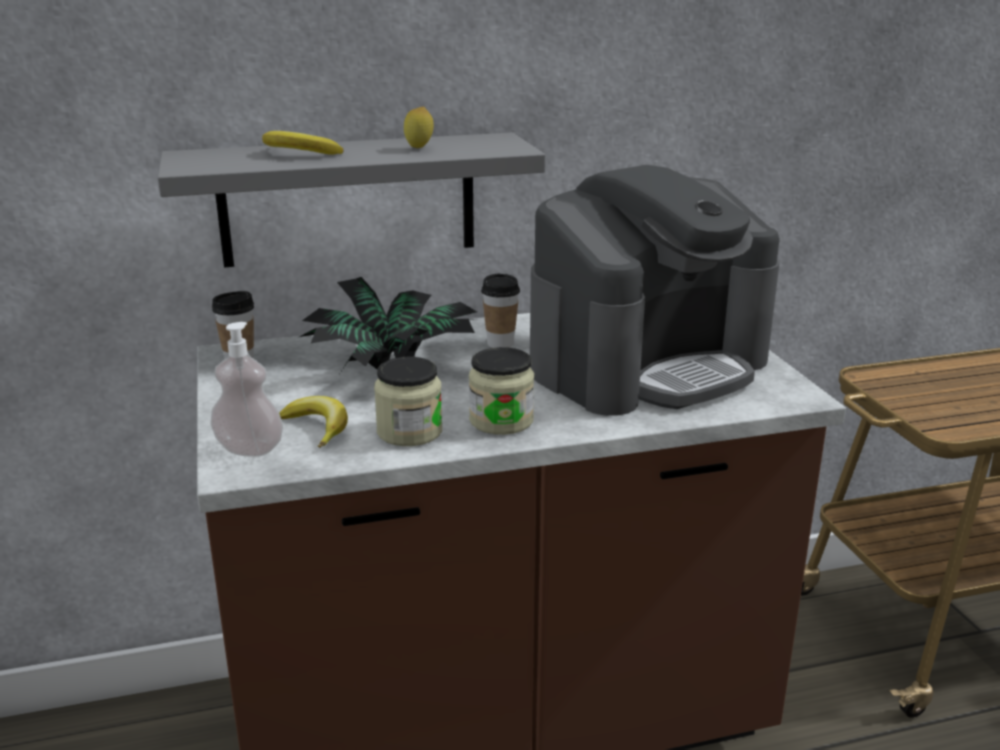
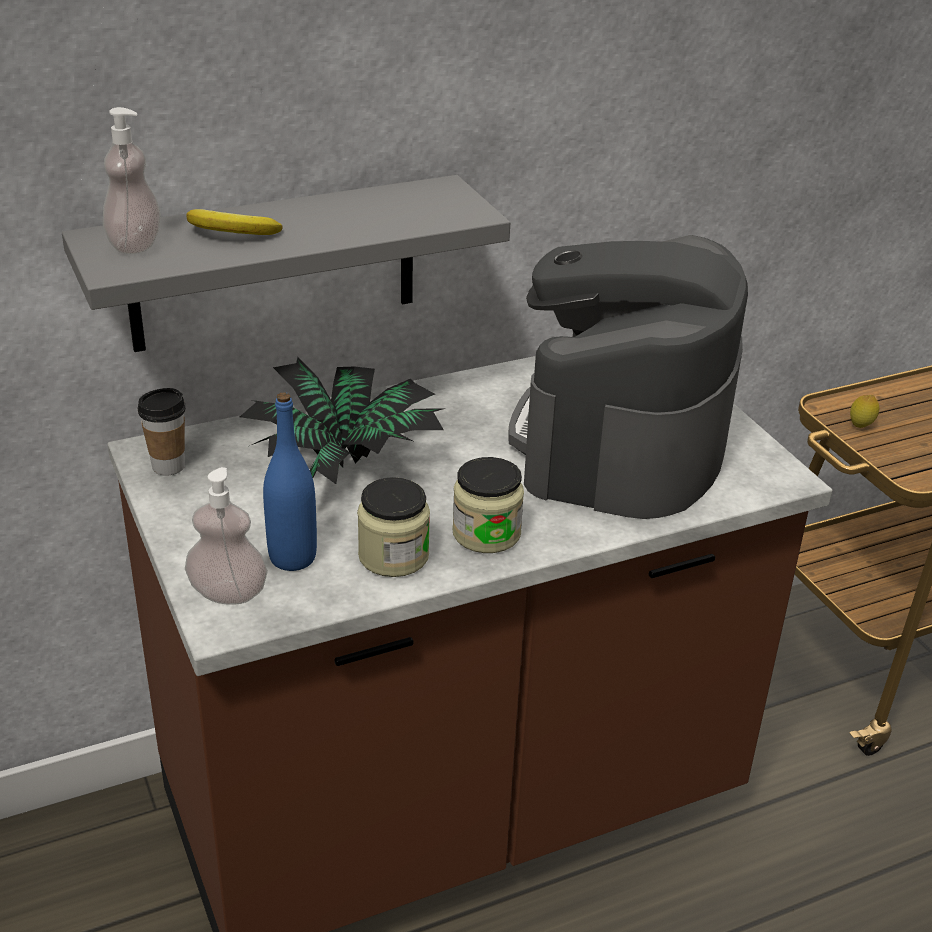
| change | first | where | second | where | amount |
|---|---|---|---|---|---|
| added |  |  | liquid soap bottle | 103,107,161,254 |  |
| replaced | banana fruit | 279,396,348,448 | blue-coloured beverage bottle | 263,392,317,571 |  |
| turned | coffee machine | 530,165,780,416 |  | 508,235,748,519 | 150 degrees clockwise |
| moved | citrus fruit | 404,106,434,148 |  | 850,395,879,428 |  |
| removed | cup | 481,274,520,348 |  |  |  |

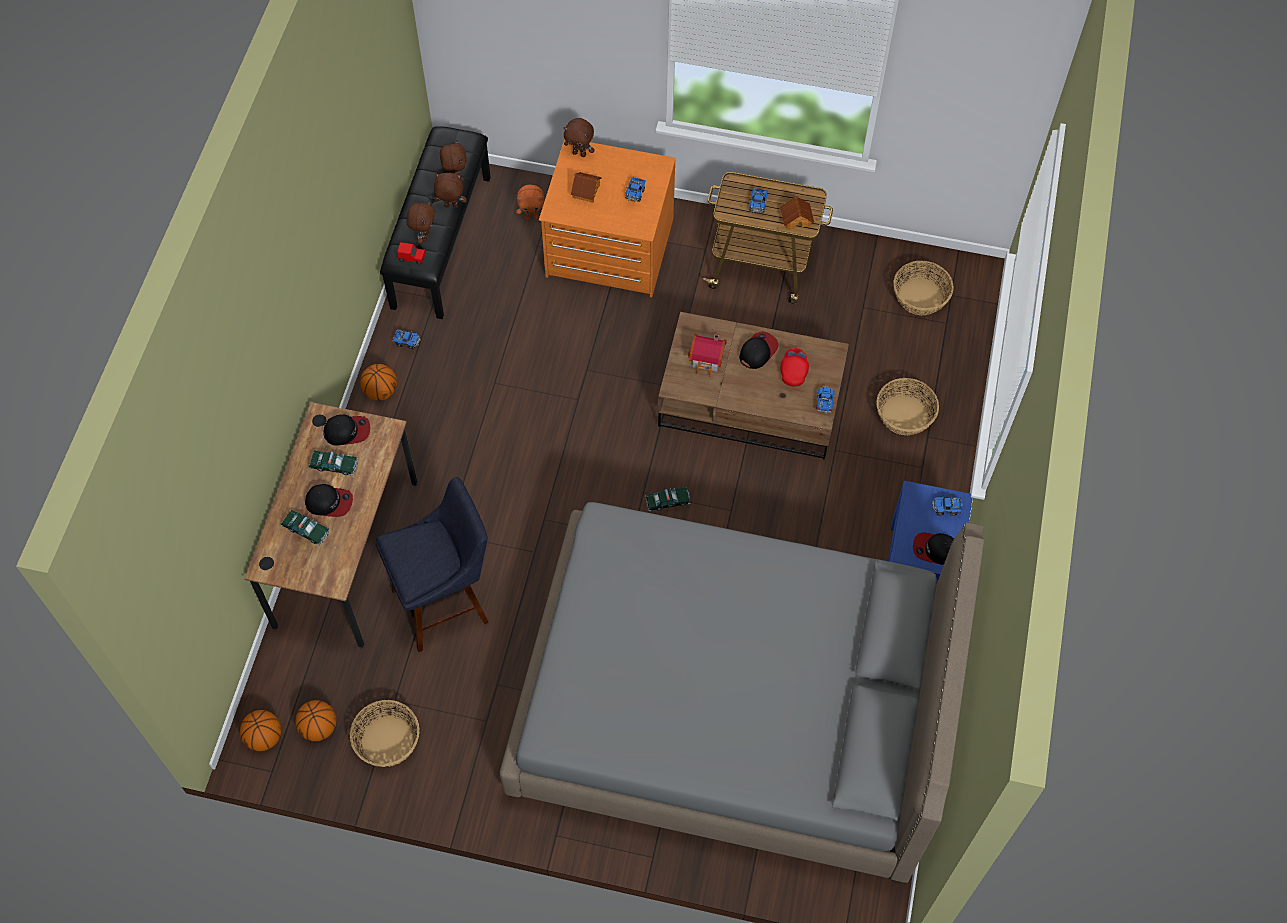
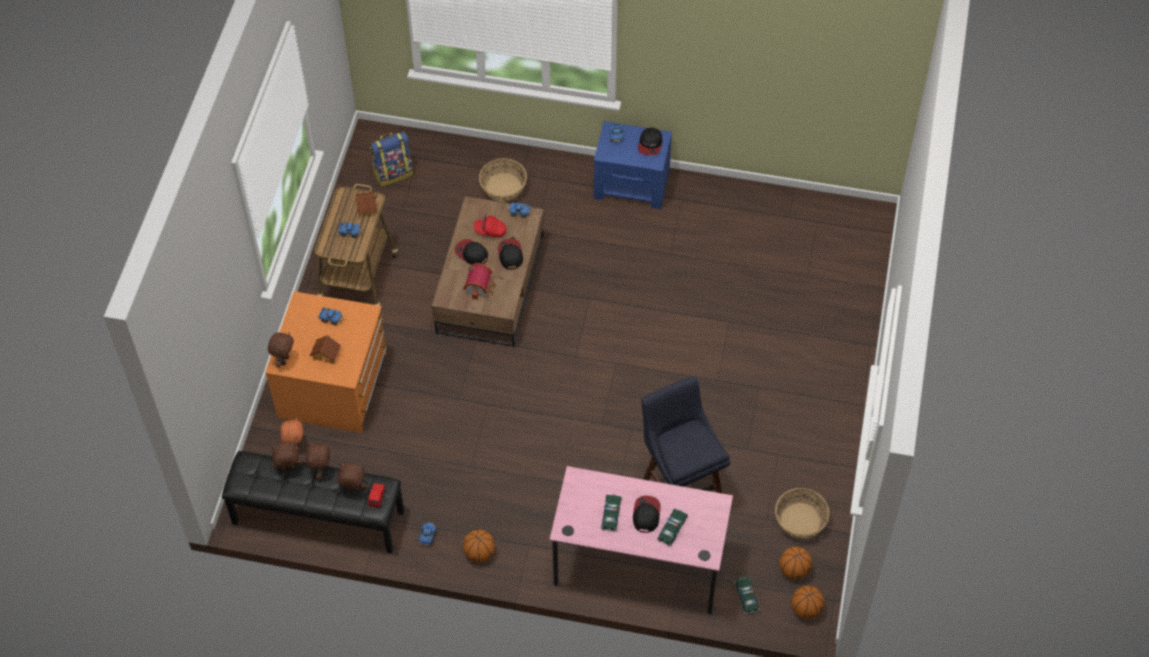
| change | first | where | second | where | amount |
|---|---|---|---|---|---|
| replaced | storage basket | 894,261,954,315 | knapsack | 370,131,413,186 |  |
| moved | cap | 323,414,370,446 |  | 498,239,523,270 |  |
| recoloured | brownish desk unit | 245,402,418,648 | pinkish desk unit | 549,466,733,615 |  |
| moved | model car | 645,487,690,512 |  | 734,577,760,615 |  |
| removed | grey bed | 500,502,984,883 |  |  |  |

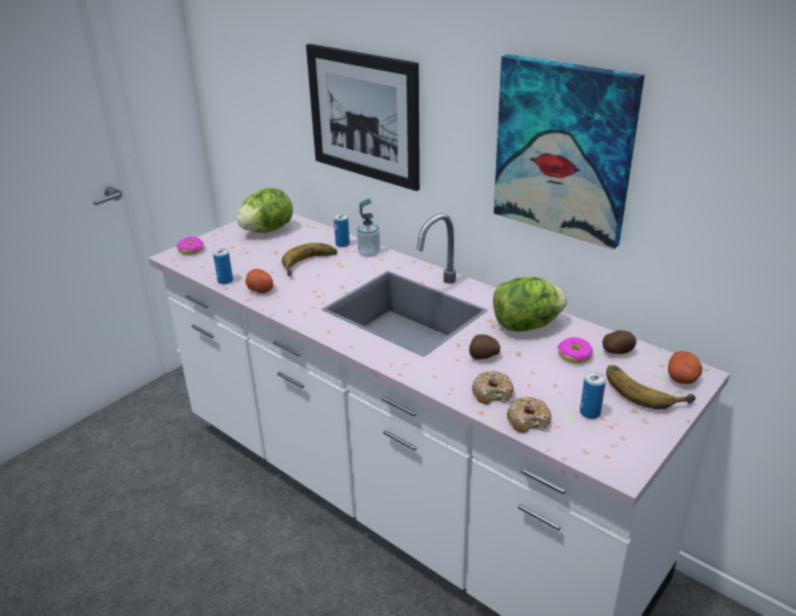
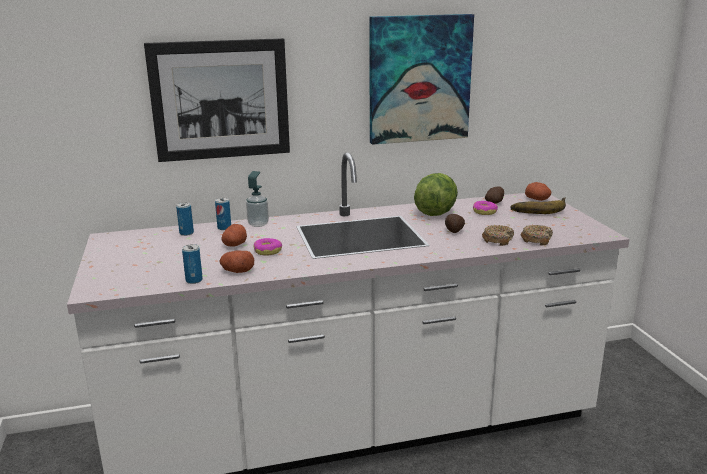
| change | first | where | second | where | amount |
|---|---|---|---|---|---|
| moved | metal can | 580,372,606,419 |  | 176,202,194,236 |  |
| replaced | banana fruit | 282,243,337,276 | spud | 221,224,247,247 |  |
| moved | ring doughnut | 177,237,204,255 |  | 253,238,282,256 |  |
| removed | lettuce head | 237,188,293,233 |  |  |  |

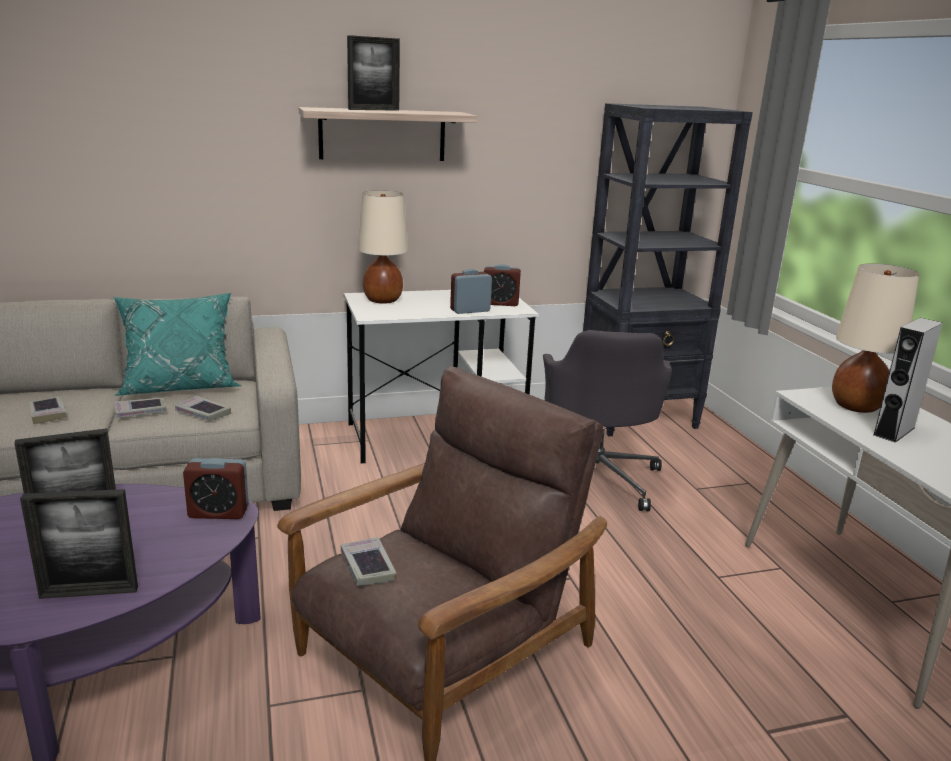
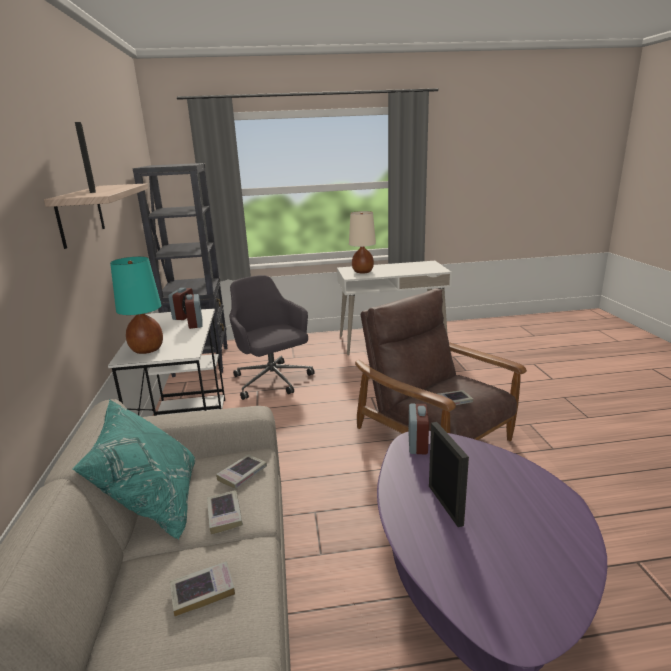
| change | first | where | second | where | amount |
|---|---|---|---|---|---|
| recoloured | beige lamp for a table | 358,190,408,304 | blue-green lamp for a table | 110,257,163,354 |  |
| turned | grey computer chair | 543,330,672,511 |  | 229,275,315,400 | 135 degrees counterclockwise |
| removed | photo frame | 20,489,138,599 |  |  |  |
| removed | grey audio speaker | 873,318,943,443 |  |  |  |

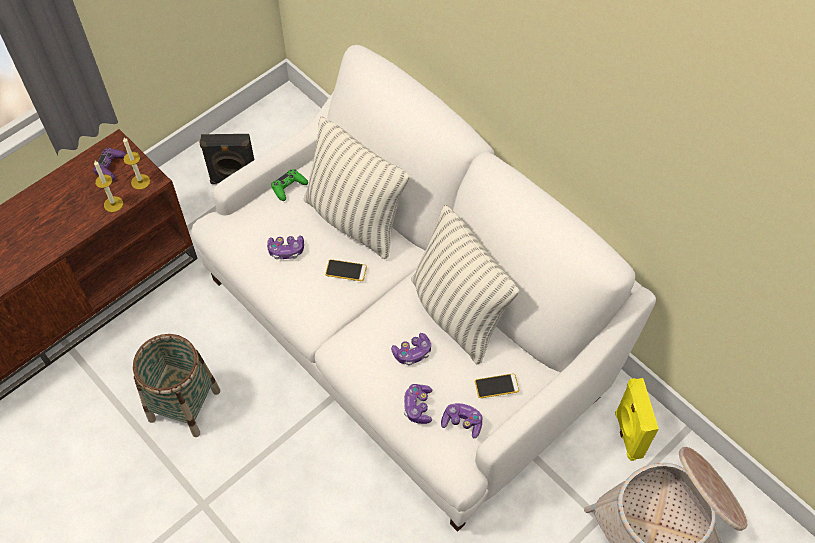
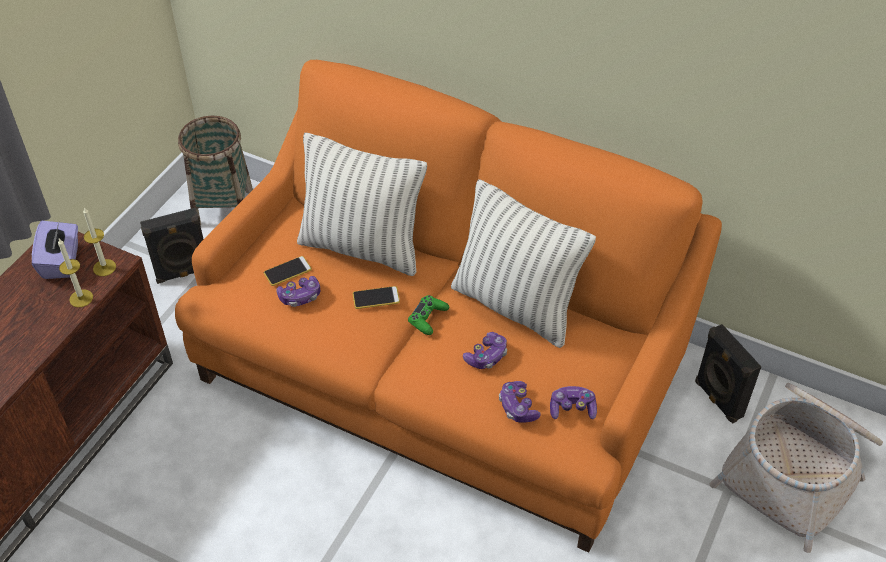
| change | first | where | second | where | amount |
|---|---|---|---|---|---|
| replaced | purple-coloured gamepad | 93,148,127,181 | purple-coloured box of tissues | 32,221,78,279 |  |
| recoloured | white couch | 191,45,656,532 | orange-coloured couch | 175,60,722,553 |  |
| moved | storage basket | 133,334,220,437 |  | 178,116,253,226 |  |
| moved | handset | 475,374,519,398 |  | 264,256,312,286 |  |
| moved | greenish gamepad | 271,169,308,201 |  | 408,295,449,335 |  |
| recoloured | yellowish audio speaker | 615,378,659,461 | blackish audio speaker | 695,324,761,423 |  |

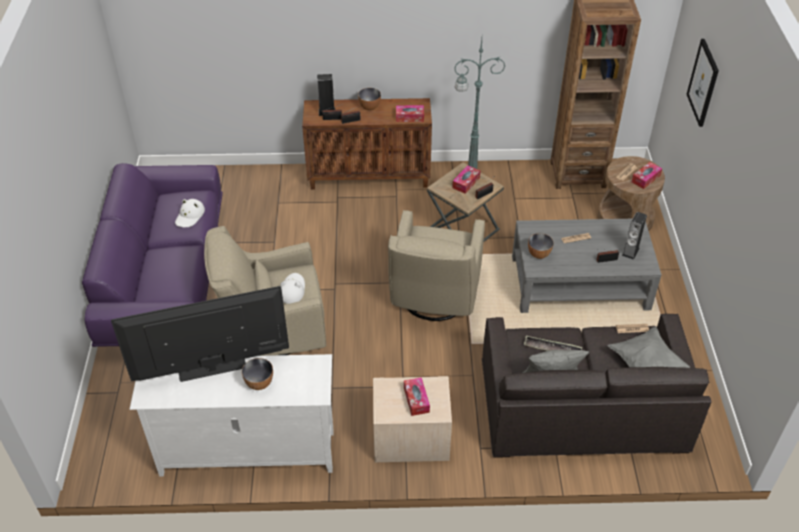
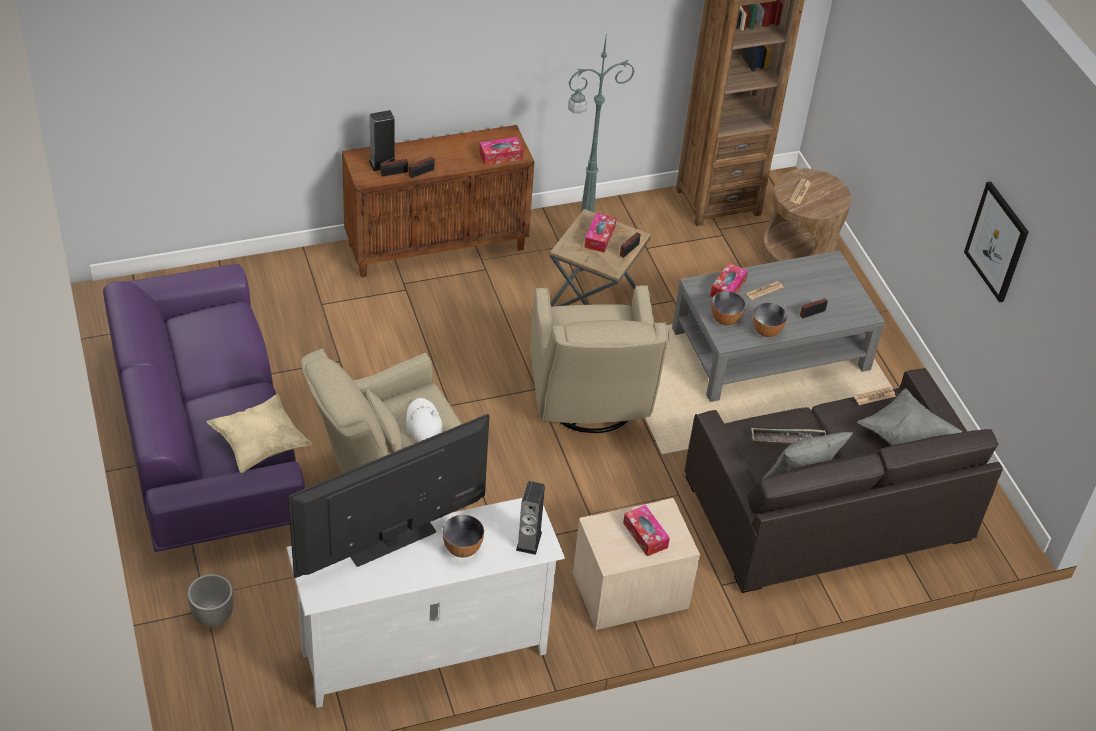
| change | first | where | second | where | amount |
|---|---|---|---|---|---|
| added |  |  | plant pot | 187,574,234,627 |  |
| added |  |  | beige pillow | 207,394,312,473 |  |
| moved | audio speaker | 622,212,647,260 |  | 516,481,545,555 |  |
| moved | box of tissues | 631,162,662,189 |  | 710,263,748,297 |  |
| moved | serving bowl | 358,88,381,110 |  | 753,303,787,337 |  |
| moved | wall art | 687,39,719,127 |  | 964,181,1029,303 |  |
| removed | white clothing hat | 175,199,205,227 |  |  |  |

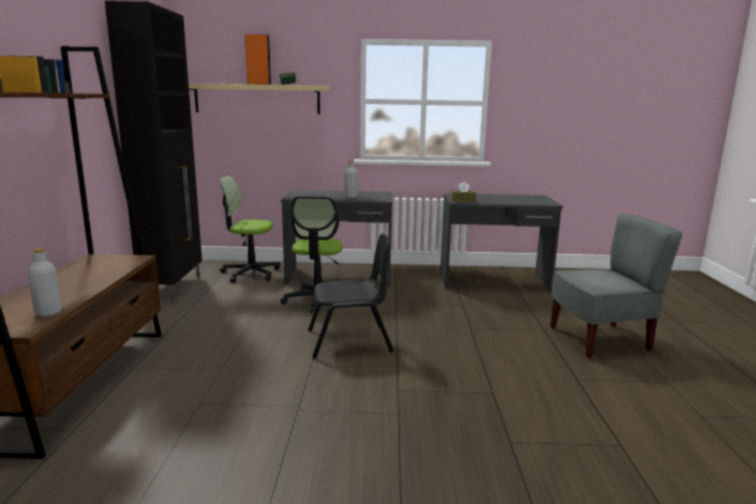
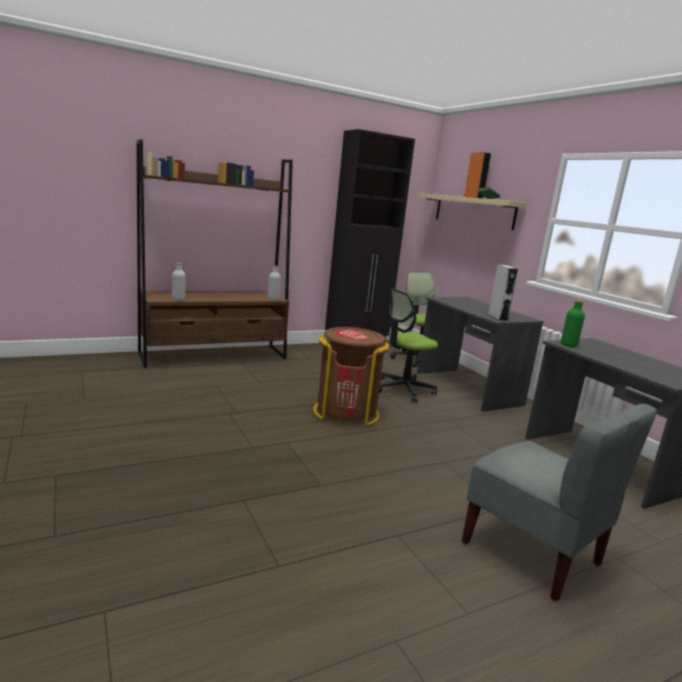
| change | first | where | second | where | amount |
|---|---|---|---|---|---|
| moved | grey beverage bottle | 344,160,358,198 |  | 267,266,281,300 |  |
| replaced | blackish upright chair | 308,234,394,358 | brownish rubbish bin | 313,327,389,426 |  |
| added |  |  | grey audio speaker | 488,265,518,321 |  |
| replaced | brownish box of tissues | 451,182,476,202 | greenish beverage bottle | 561,300,585,347 |  |

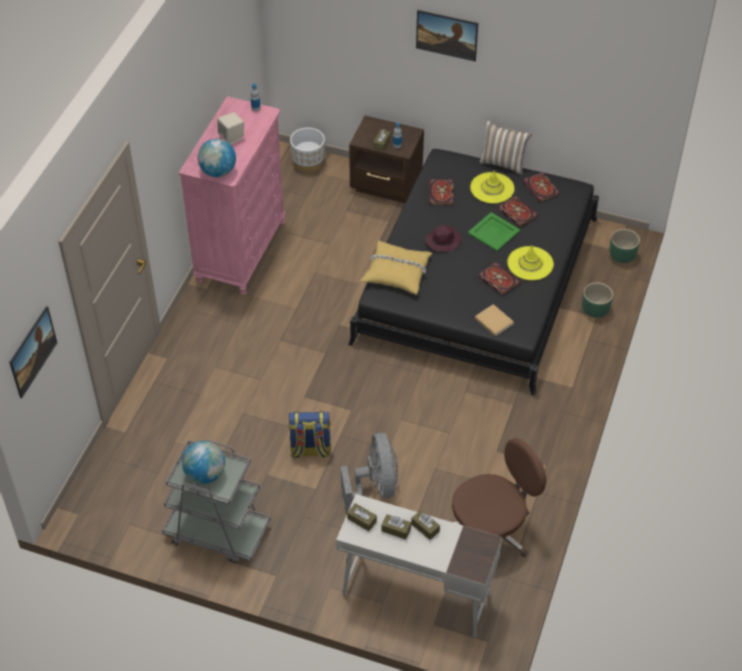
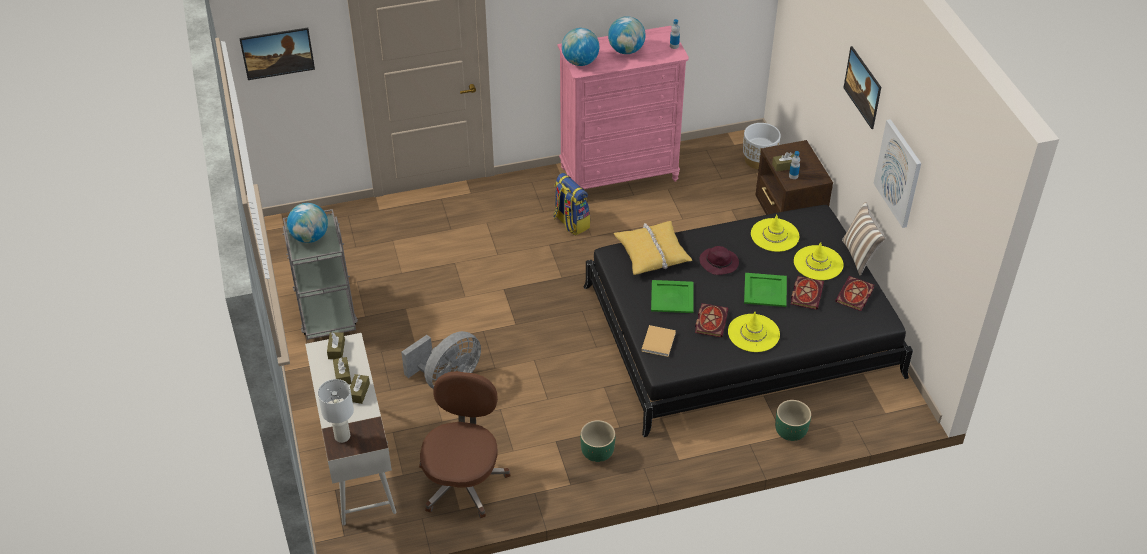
| change | first | where | second | where | amount |
|---|---|---|---|---|---|
| added |  |  | white lamp for a table | 318,379,354,443 |  |
| turned | brownish computer chair | 452,438,546,557 |  | 419,372,510,518 | 105 degrees counterclockwise |
| moved | knapsack | 288,411,331,459 |  | 553,173,590,236 |  |
| moved | greenish plant pot | 610,229,640,263 |  | 580,420,615,462 |  |
| replaced | beige audio speaker | 218,112,244,145 | desk globe | 608,16,646,54 |  |
| added |  |  | greenish carrying tray | 651,280,693,313 |  |
| replaced | volume | 429,179,454,205 | yellowish clothing hat | 751,214,799,252 |  |
| added |  |  | wall art | 873,119,921,228 |  |

